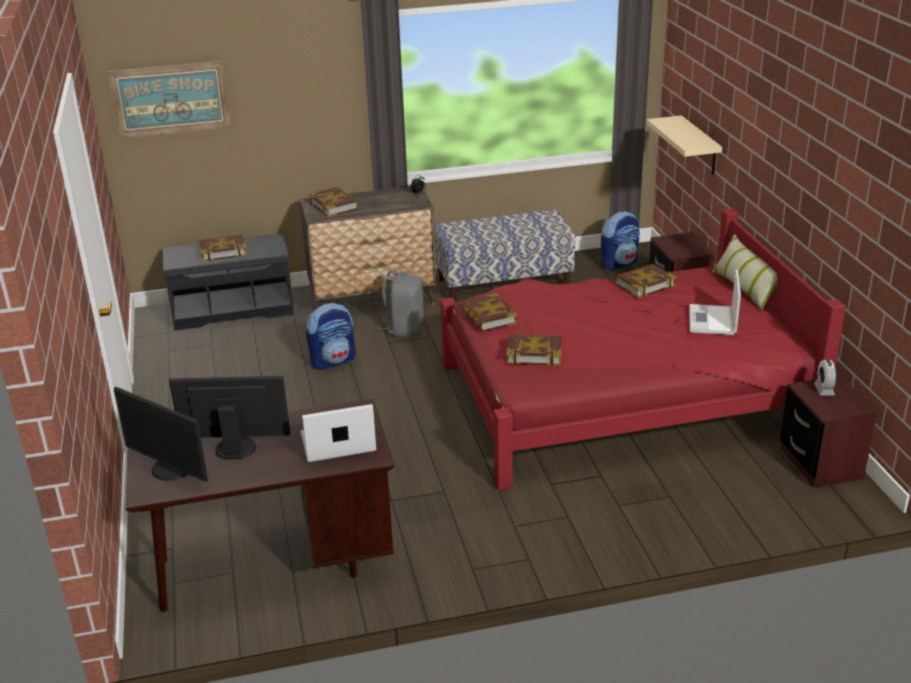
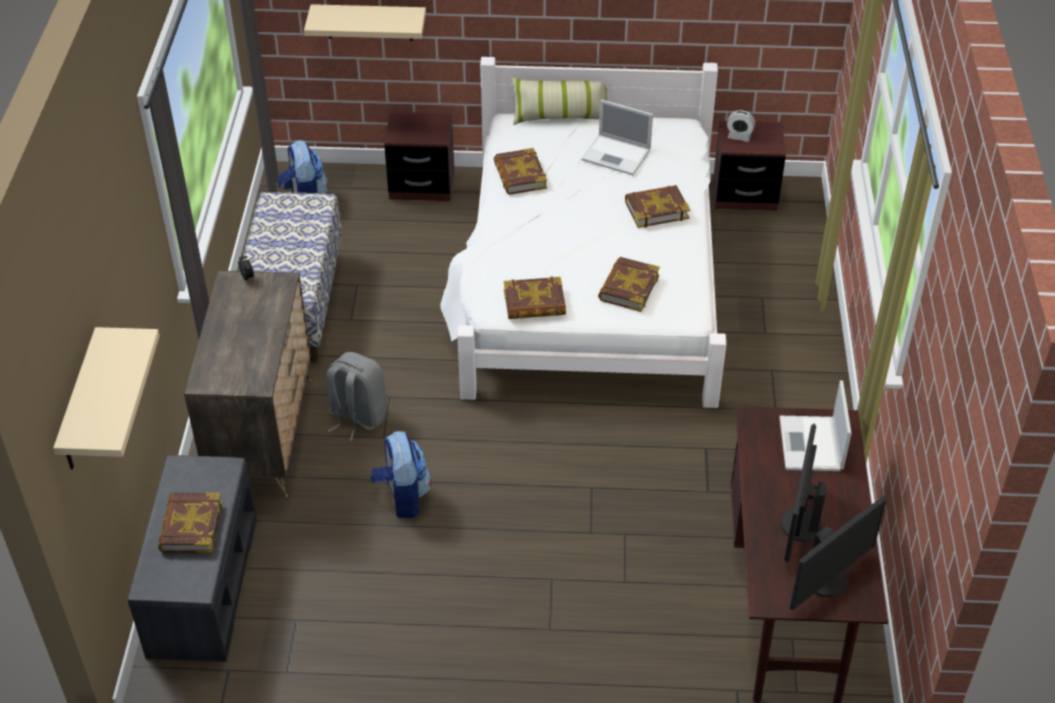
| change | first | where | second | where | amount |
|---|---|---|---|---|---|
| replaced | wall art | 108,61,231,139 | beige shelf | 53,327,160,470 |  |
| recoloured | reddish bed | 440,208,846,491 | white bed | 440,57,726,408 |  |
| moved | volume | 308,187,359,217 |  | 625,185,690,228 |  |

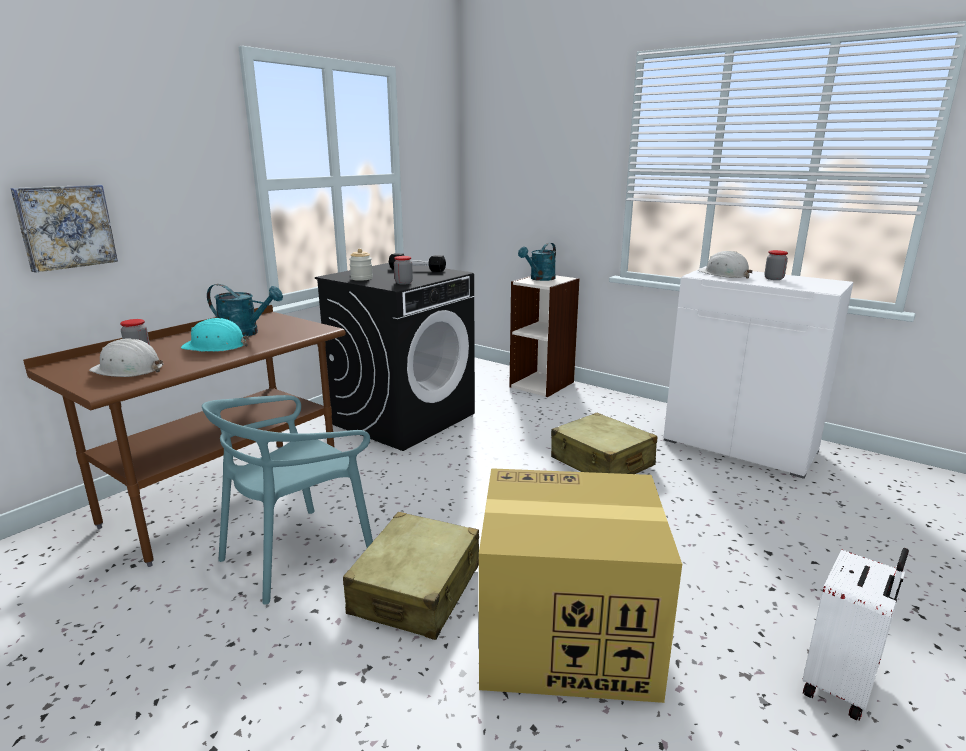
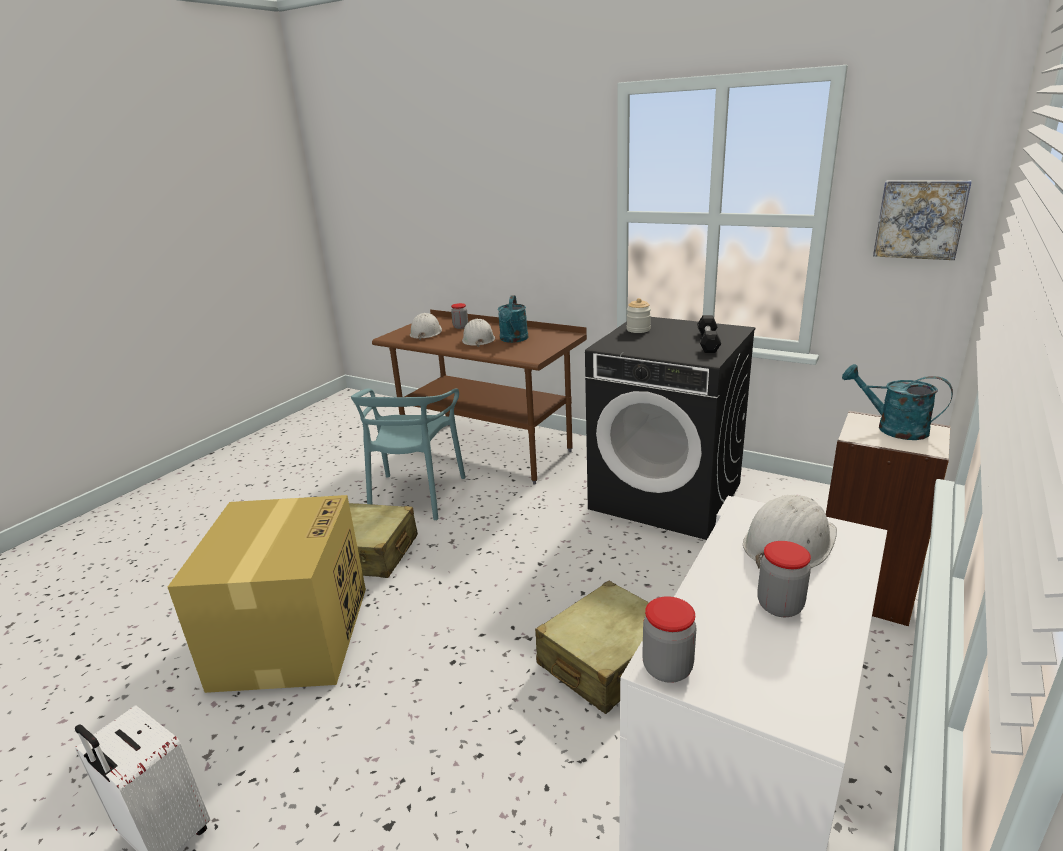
| change | first | where | second | where | amount |
|---|---|---|---|---|---|
| turned | blue-green upright chair | 202,395,373,605 |  | 351,389,466,520 | 120 degrees counterclockwise |
| recoloured | blue-green work helmet | 181,318,250,352 | white work helmet | 462,319,495,347 |  |
| moved | storage jar | 394,256,413,285 |  | 642,596,696,683 |  |
| moved | wall art | 10,185,118,273 |  | 873,180,972,260 |  |

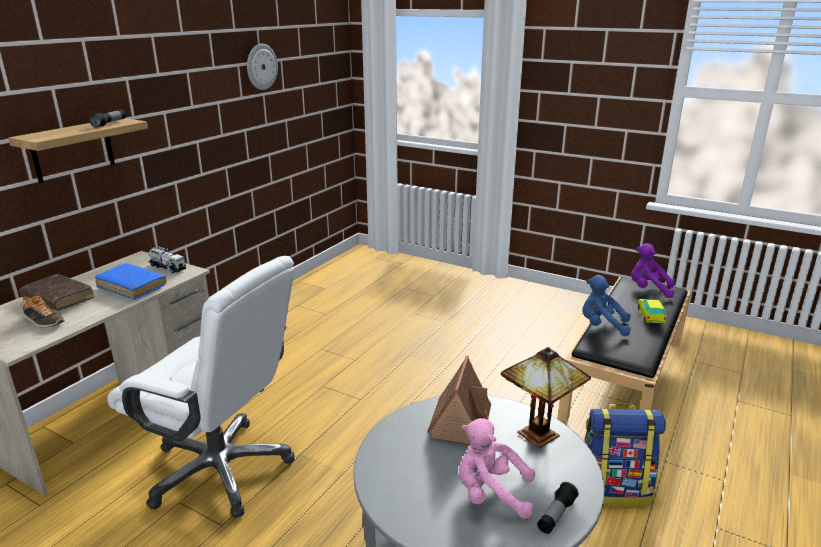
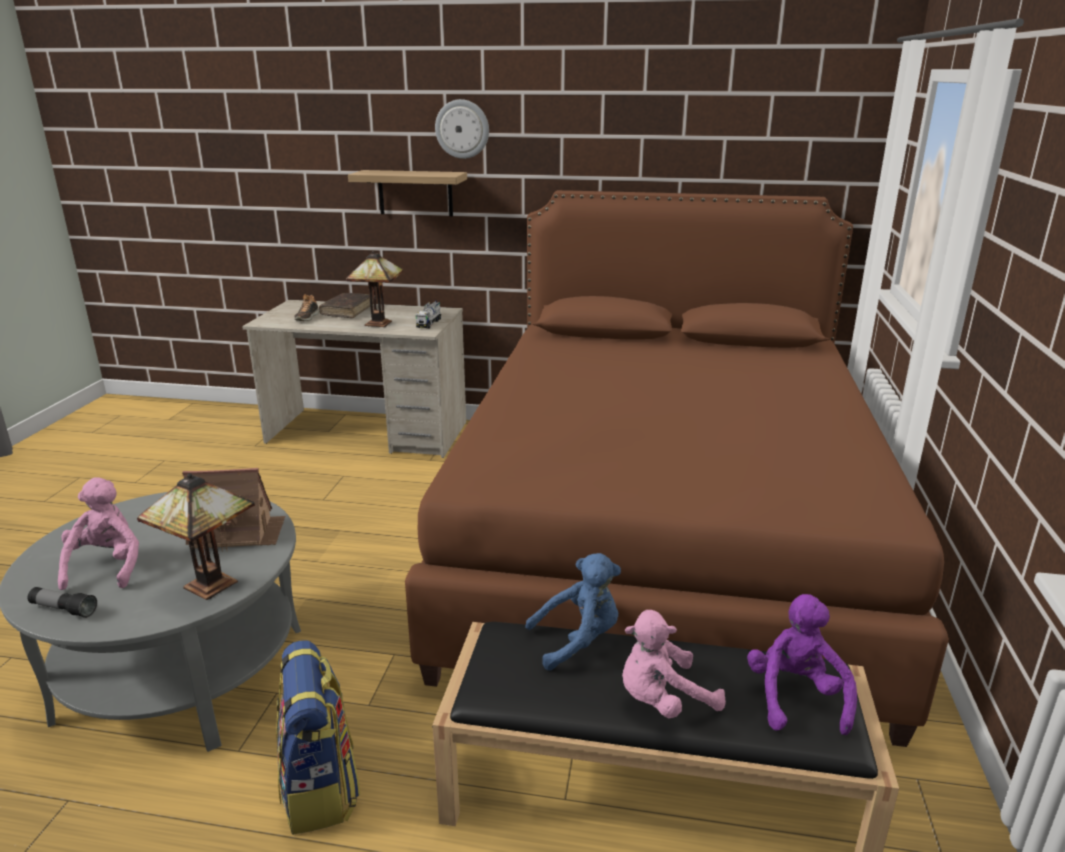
| change | first | where | second | where | amount |
|---|---|---|---|---|---|
| replaced | blue-coloured volume | 95,263,167,300 | lamp for a table | 346,251,403,327 |  |
| added |  |  | brownish bed | 405,190,949,747 |  |
| moved | wall clock | 247,44,278,90 |  | 435,99,489,159 |  |
| turned | blue-coloured cuddly toy | 582,275,631,336 |  | 525,553,621,670 | 75 degrees clockwise |
| replaced | model car | 638,299,666,324 | pinkish cuddly toy | 622,610,726,718 |  |
| removed | flashlight | 89,110,126,128 |  |  |  |
| removed | white computer chair | 107,256,295,518 |  |  |  |

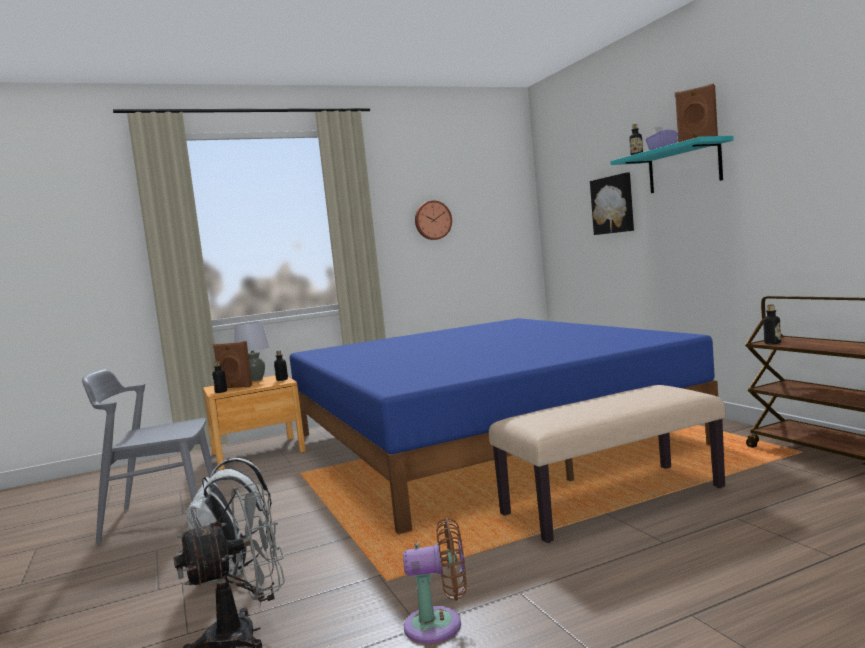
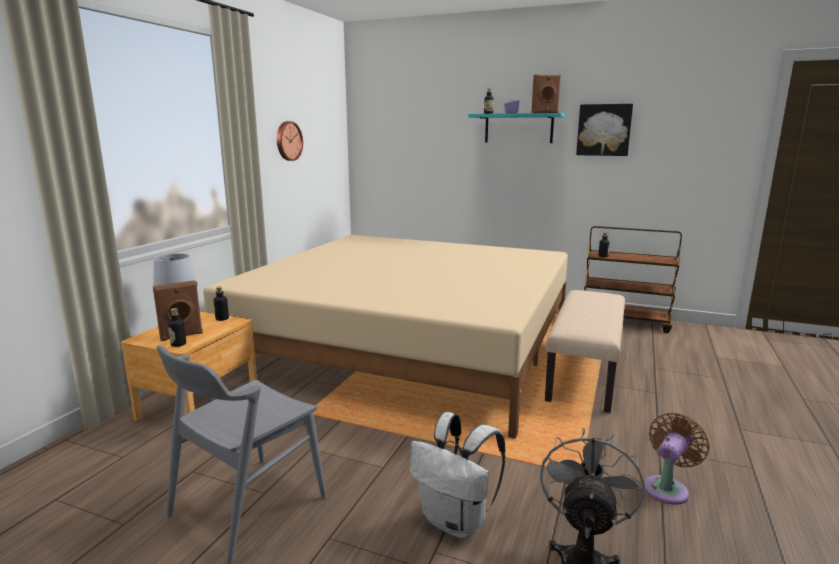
| change | first | where | second | where | amount |
|---|---|---|---|---|---|
| recoloured | blue-coloured bed | 290,318,718,534 | beige bed | 203,235,568,439 |  |
| moved | wall art | 590,172,634,235 |  | 576,104,633,156 |  |

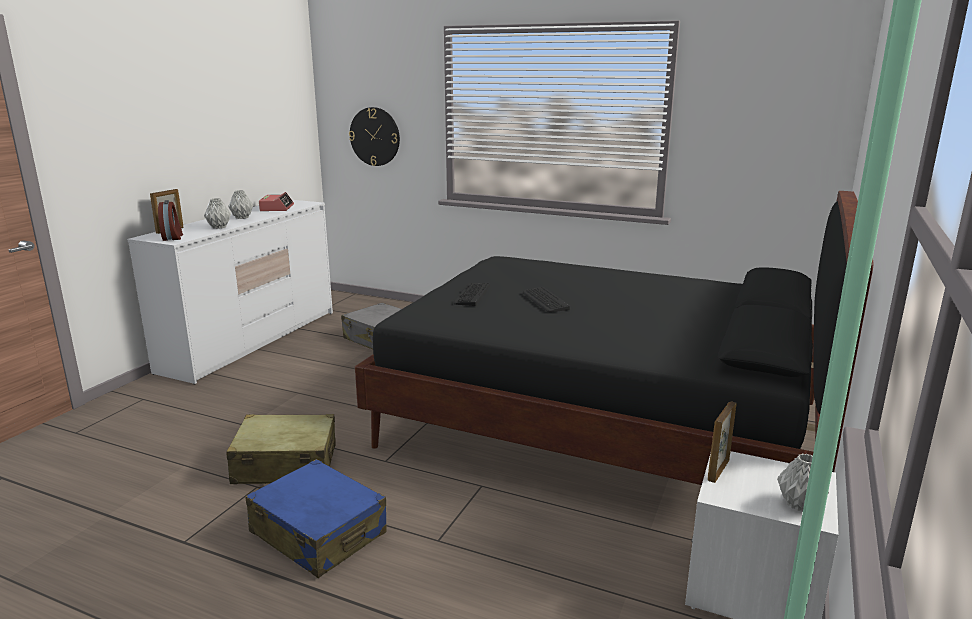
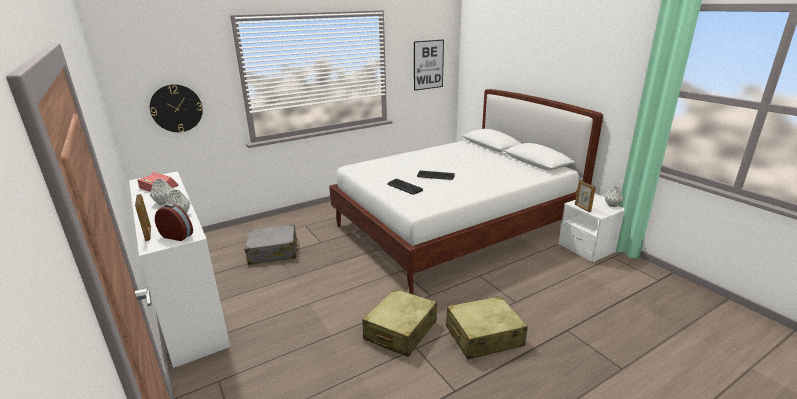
| change | first | where | second | where | amount |
|---|---|---|---|---|---|
| recoloured | blackish bed | 355,191,874,485 | white bed | 329,89,603,295 |  |
| added |  |  | wall art | 414,39,444,91 |  |
| recoloured | blue-coloured suitcase | 245,459,387,578 | beige suitcase | 446,296,528,360 |  |

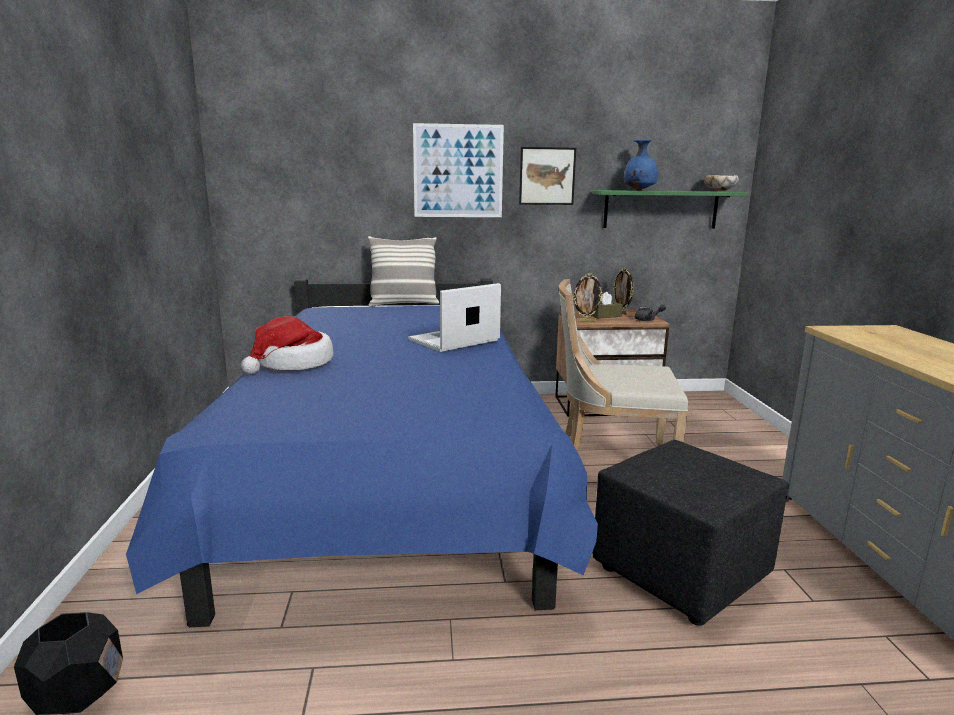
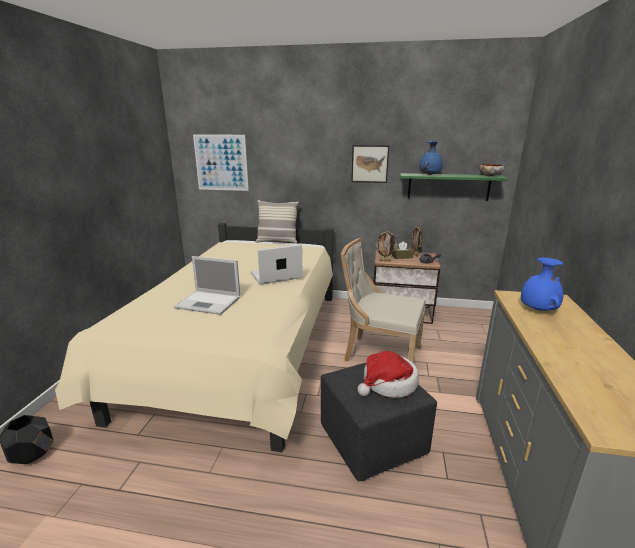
| change | first | where | second | where | amount |
|---|---|---|---|---|---|
| recoloured | blue-coloured bed | 126,279,598,627 | beige bed | 55,223,334,452 |  |
| added |  |  | laptop | 174,256,240,315 |  |
| moved | wall art | 413,123,504,217 |  | 193,134,249,191 |  |
| moved | clothing hat | 241,316,334,374 |  | 358,351,419,398 |  |
| added |  |  | blue-coloured decorative vase | 521,257,563,311 |  |

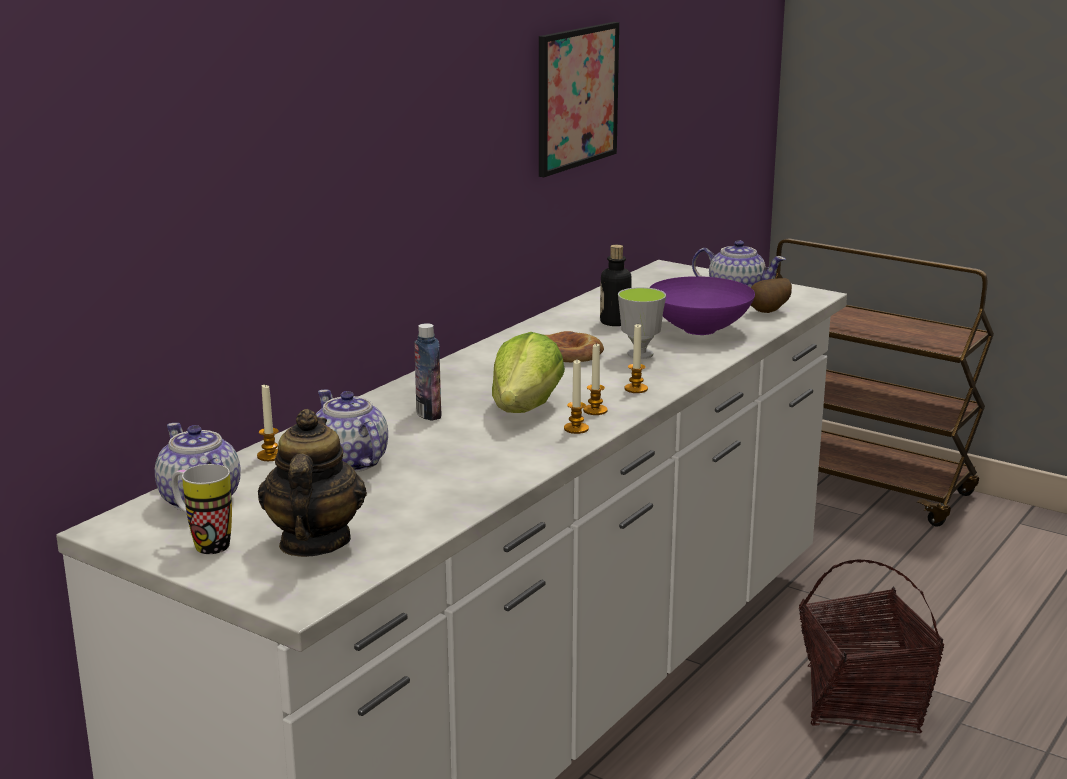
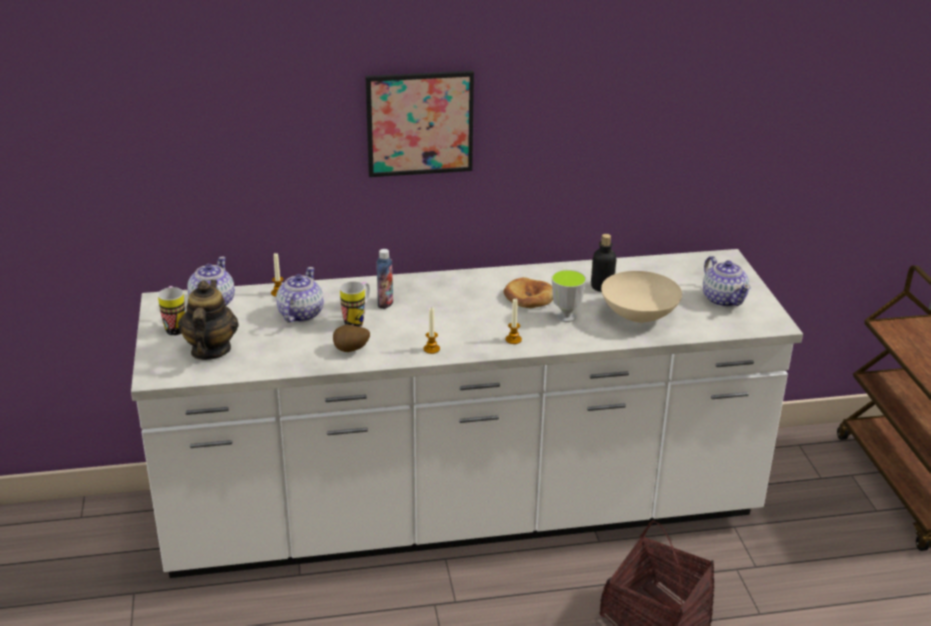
| change | first | where | second | where | amount |
|---|---|---|---|---|---|
| turned | pot for tea | 258,409,367,557 |  | 178,280,239,360 | 45 degrees counterclockwise |
| moved | spud | 751,278,792,313 |  | 333,325,370,352 |  |
| added |  |  | coffee mug | 340,281,370,327 |  |
| moved | wall art | 539,22,619,177 |  | 366,71,474,177 |  |
| recoloured | purple-coloured serving bowl | 649,276,755,335 | beige serving bowl | 601,271,682,323 |  |
| removed | lettuce head | 492,332,565,413 |  |  |  |
| removed | candle | 583,343,608,415 |  |  |  |

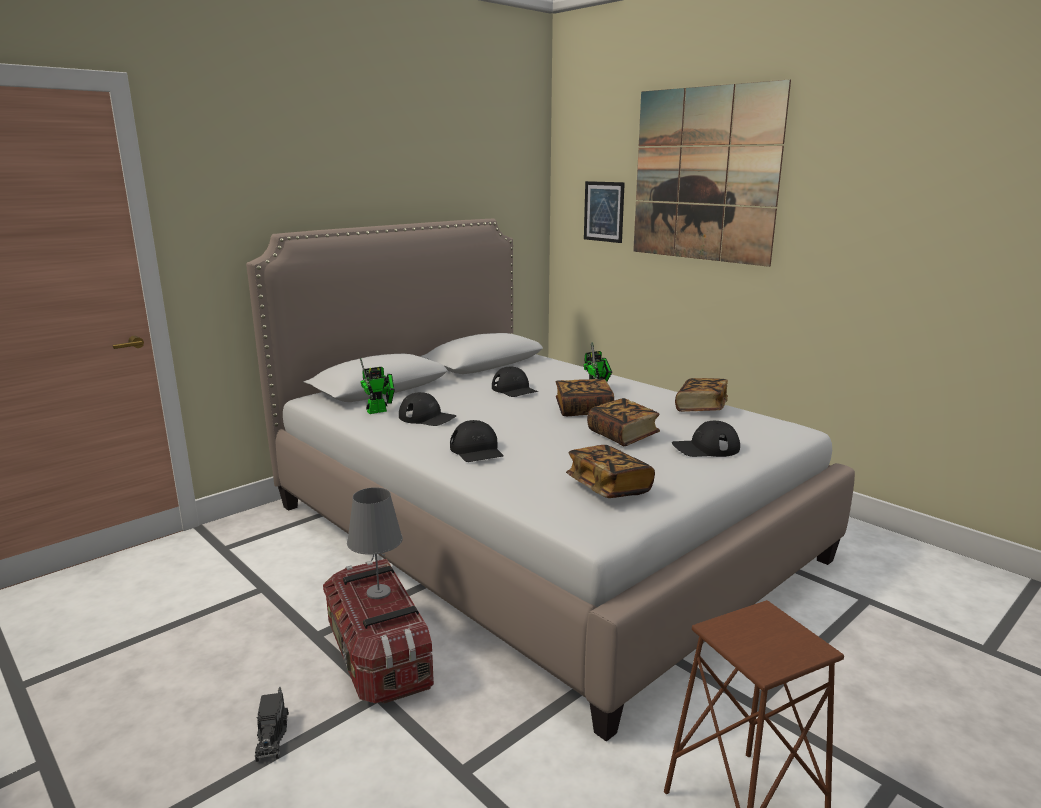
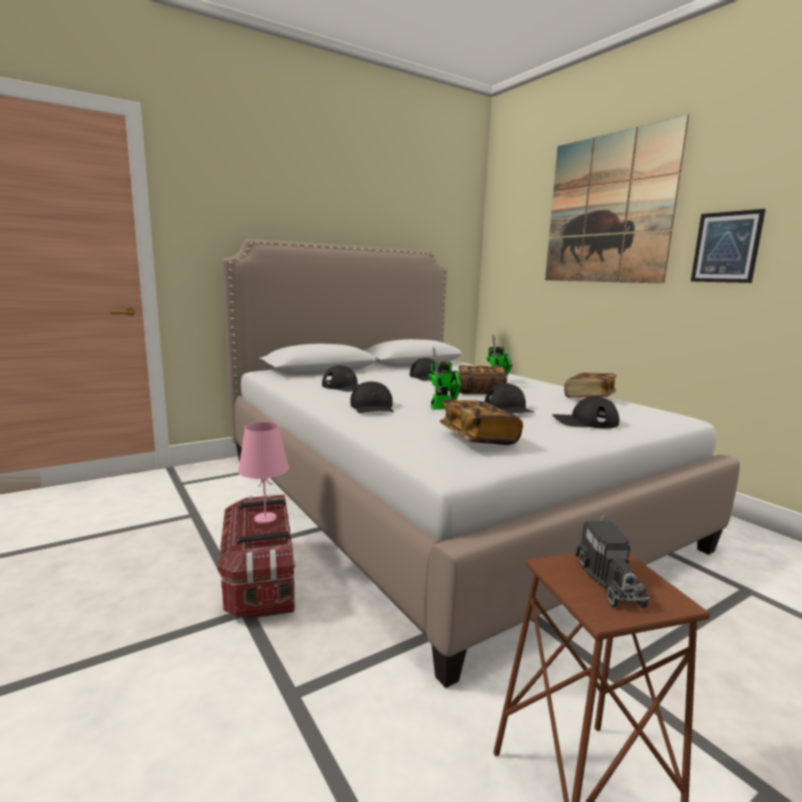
| change | first | where | second | where | amount |
|---|---|---|---|---|---|
| recoloured | grey lamp for a table | 347,487,403,599 | pinkish lamp for a table | 238,422,289,524 |  |
| moved | toy robot | 360,358,395,414 |  | 428,347,462,410 |  |
| replaced | volume | 587,398,660,446 | blackish cap | 484,383,535,414 |  |
| moved | model truck | 255,687,289,762 |  | 576,515,649,608 |  |
| moved | wall art | 584,181,625,243 |  | 691,209,766,283 |  |

